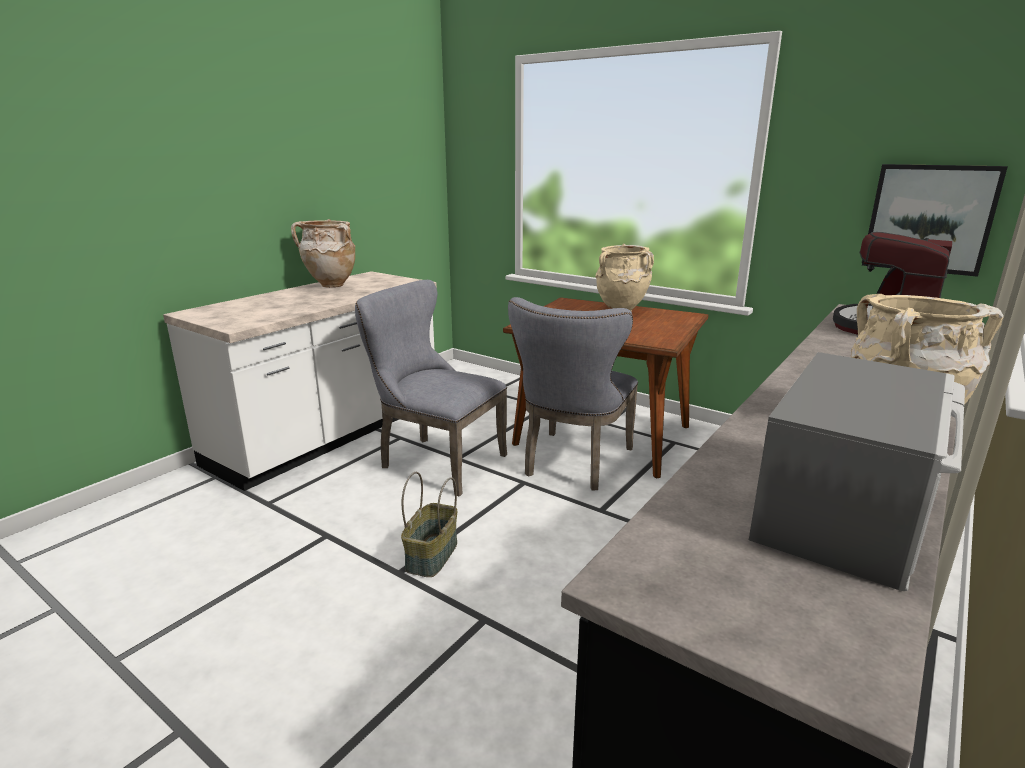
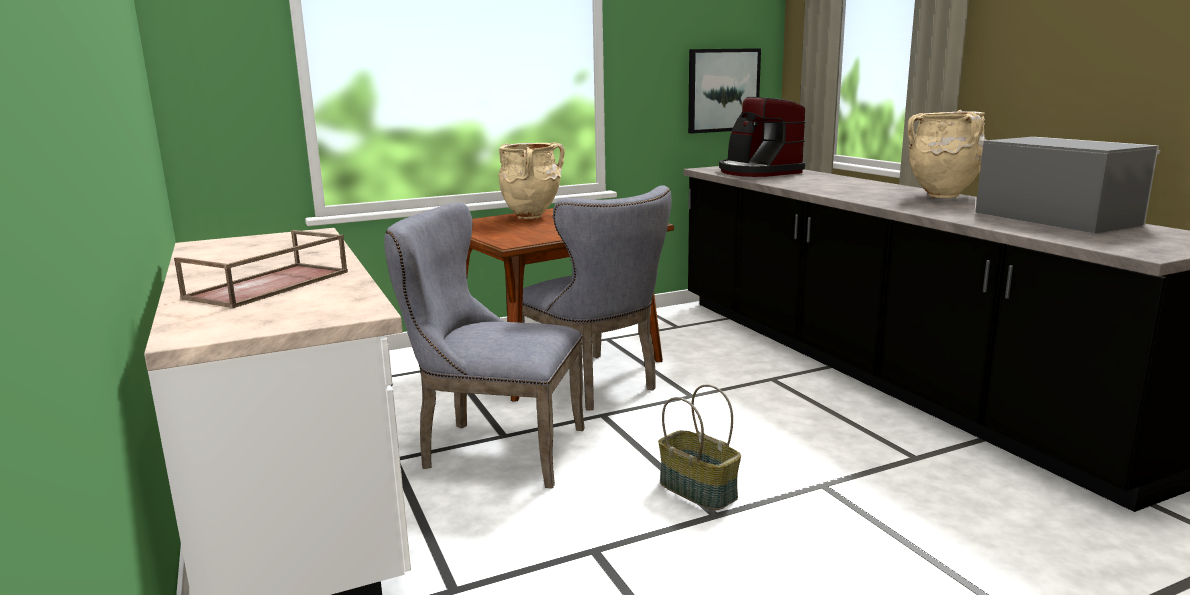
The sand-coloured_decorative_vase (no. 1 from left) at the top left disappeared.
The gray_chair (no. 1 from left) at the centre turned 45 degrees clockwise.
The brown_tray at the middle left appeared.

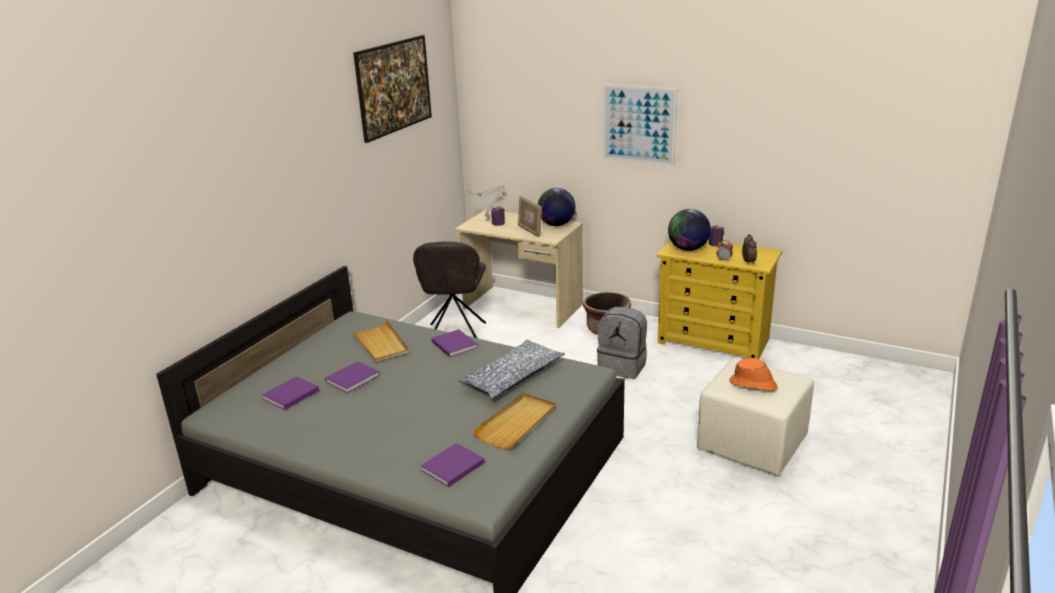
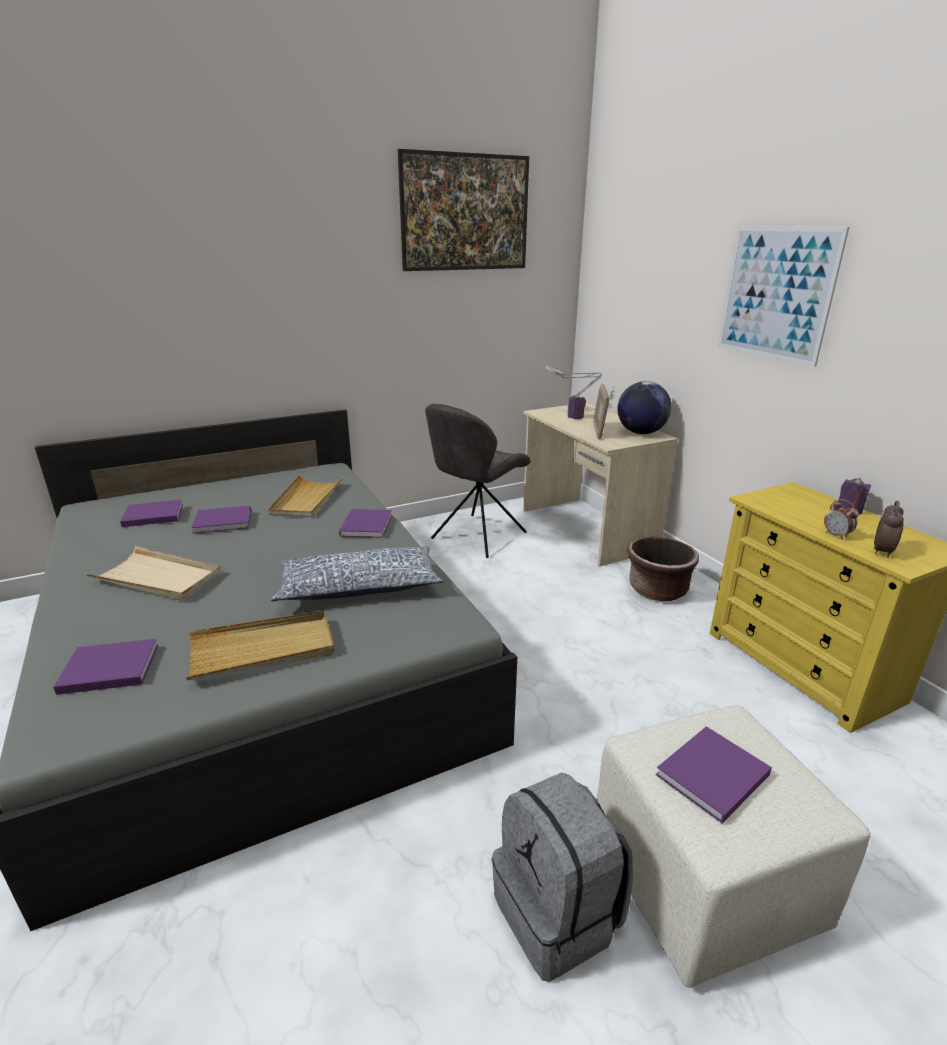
The world_globe (no. 2 from left) at the centre disappeared.
The gray_rucksack moved from the centre to the bottom centre.
The orangey_clothing_hat at the middle right was replaced by the purplish_book (no. 5 from left) at the bottom right.
The sand-coloured_tray (no. 1 from left) at the middle left appeared.

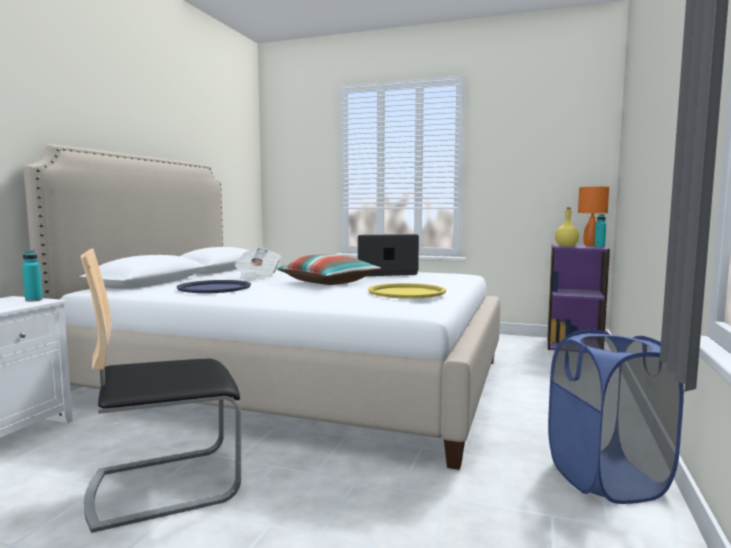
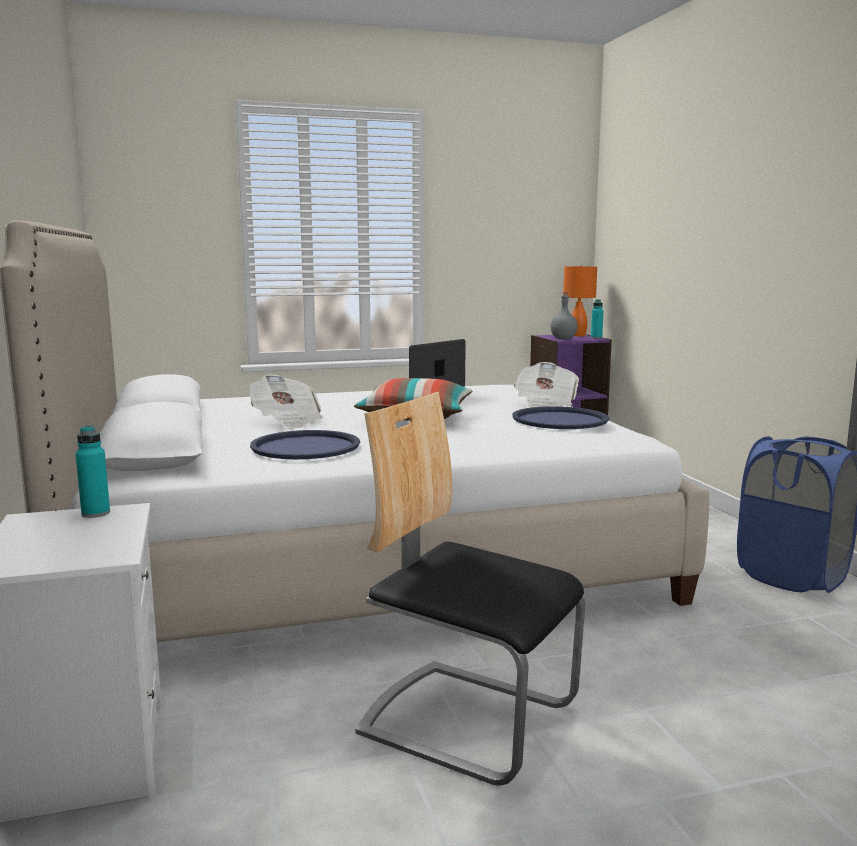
The yellow-coloured_bottle at the middle right became the gray_bottle at the centre.
The chair at the bottom left turned 90 degrees clockwise.
The yellow-coloured_tray at the centre became the blue_tray (no. 2 from left) at the centre.
The newspaper (no. 2 from left) at the centre appeared.

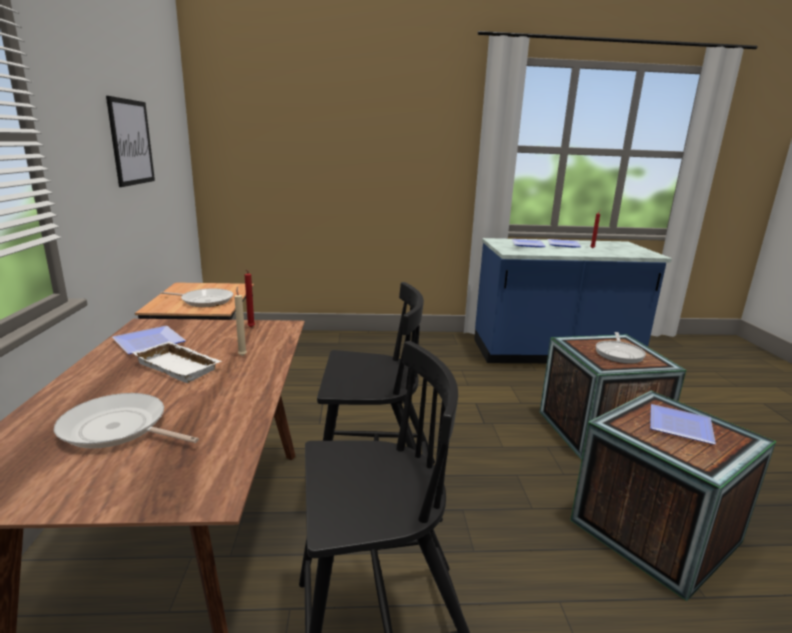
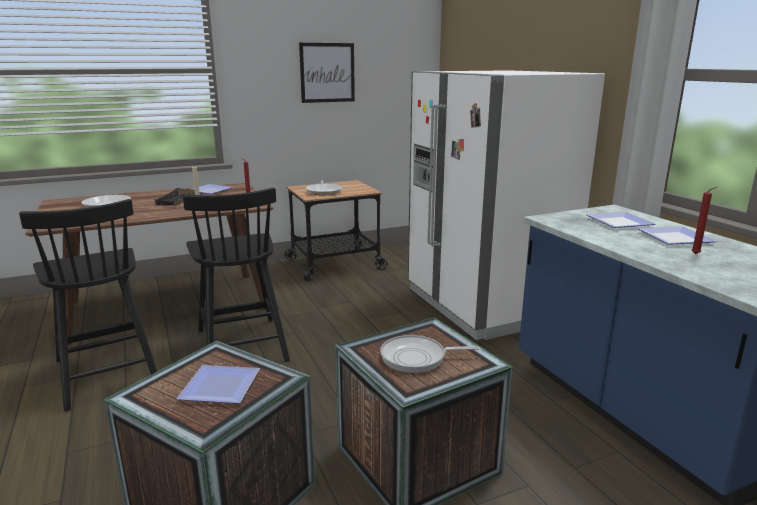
The white_tray at the middle left became the black-coloured_tray at the middle left.
The white_fridge at the middle right appeared.

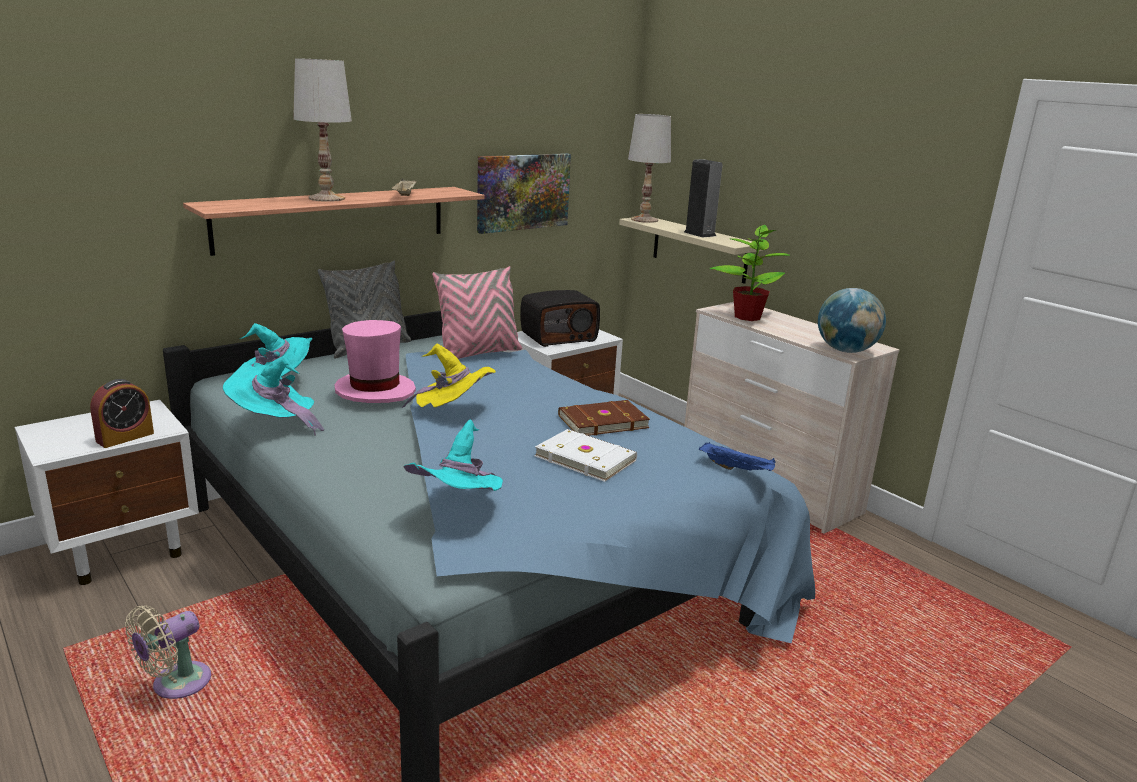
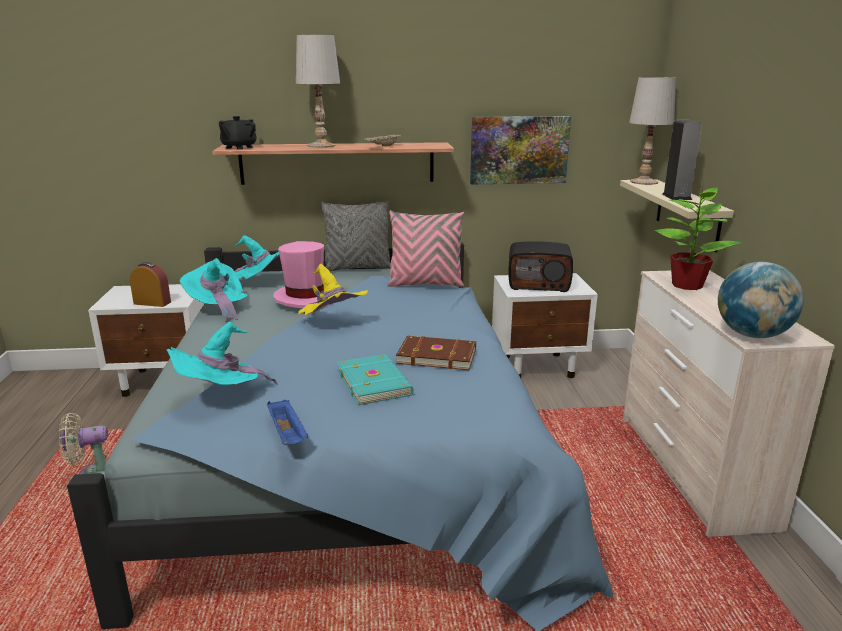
The alarm_clock at the middle left turned 150 degrees counterclockwise.
The white_book at the centre became the turquoise-coloured_book at the centre.
The blue_tray moved from the centre to the bottom centre.
The black-coloured_tea_pot at the top left appeared.

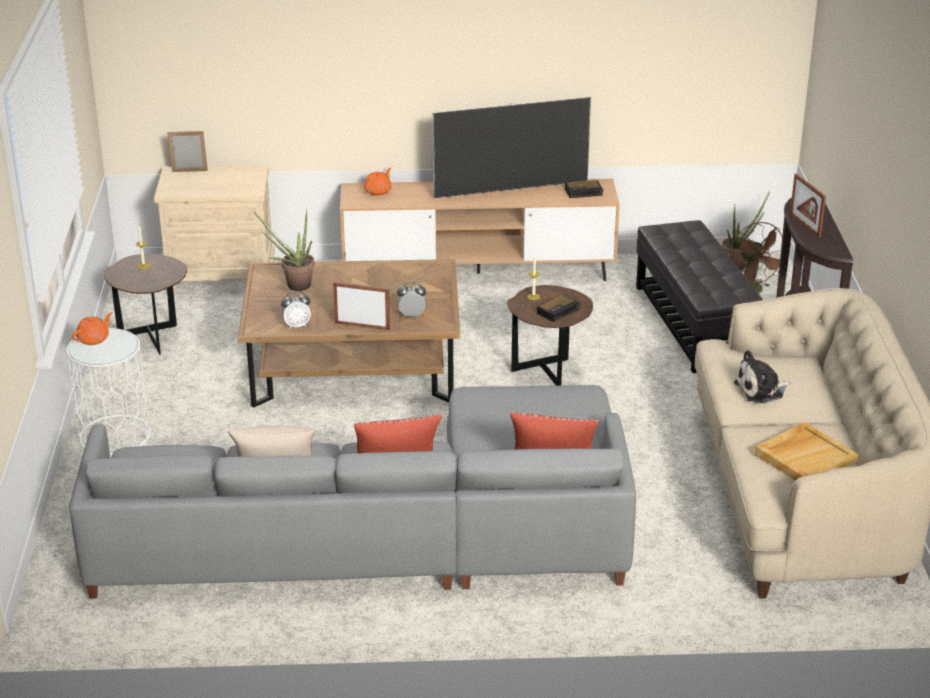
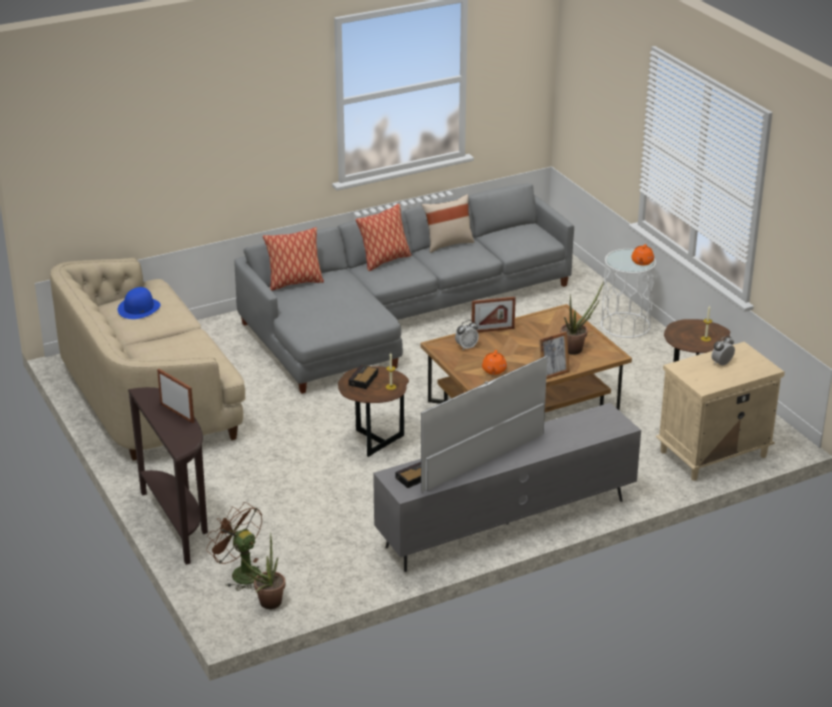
The picture_frame (no. 1 from left in the first image) moved from the top left to the centre.
The orangey_tea_pot (no. 2 from left in the first image) moved from the top centre to the centre.
The brown_media_console at the top centre became the gray_media_console at the bottom centre.
The black-coloured_pouffe at the middle right disappeared.
The alarm_clock (no. 1 from left in the first image) moved from the middle left to the middle right.
The cuddly_toy at the middle right disappeared.
The sand-coloured_tray at the middle right was replaced by the blue_clothing_hat at the middle left.

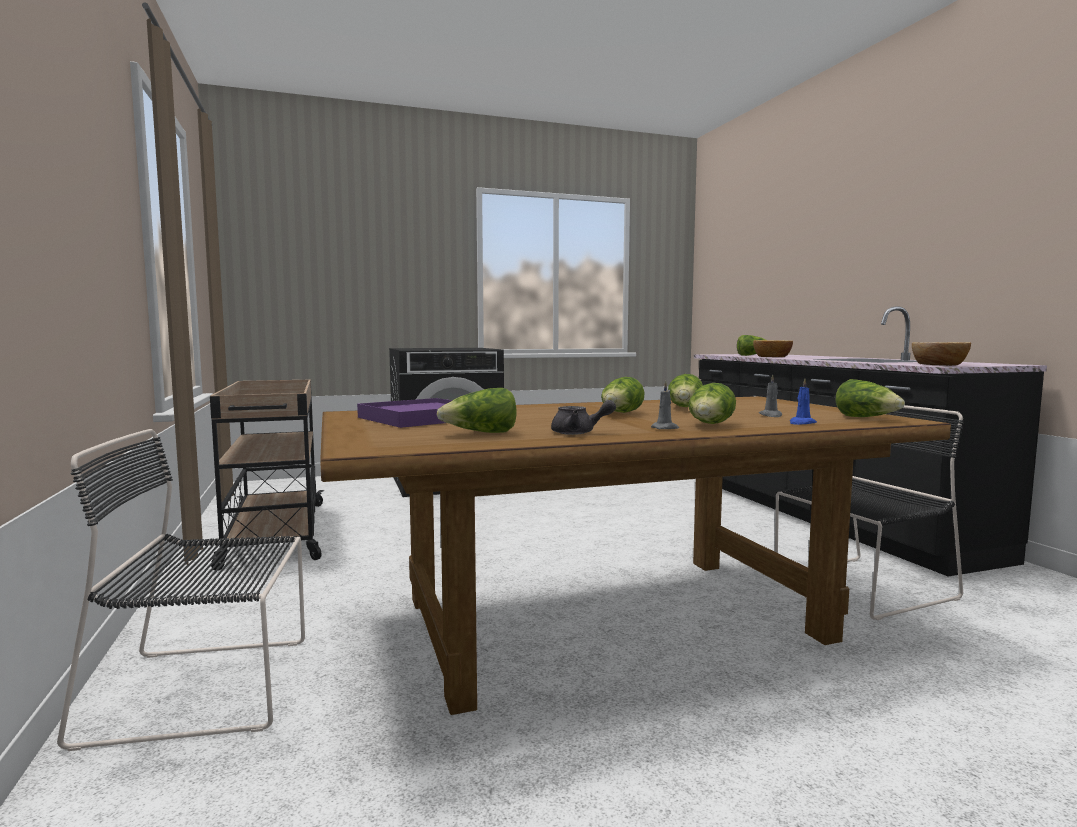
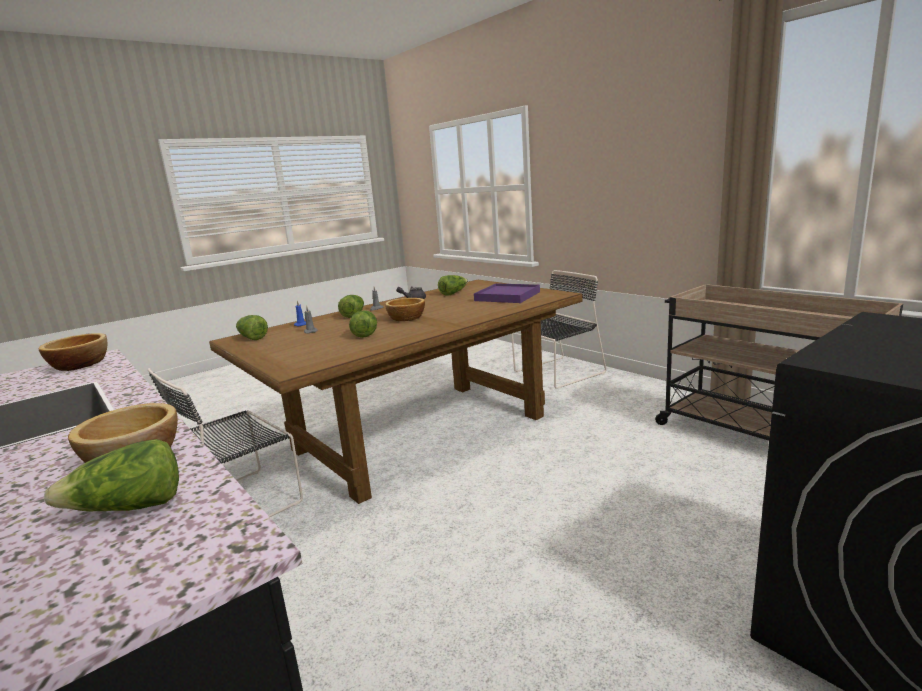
The lettuce_head (no. 2 from left) at the centre was replaced by the deep_dish (no. 3 from left) at the centre.

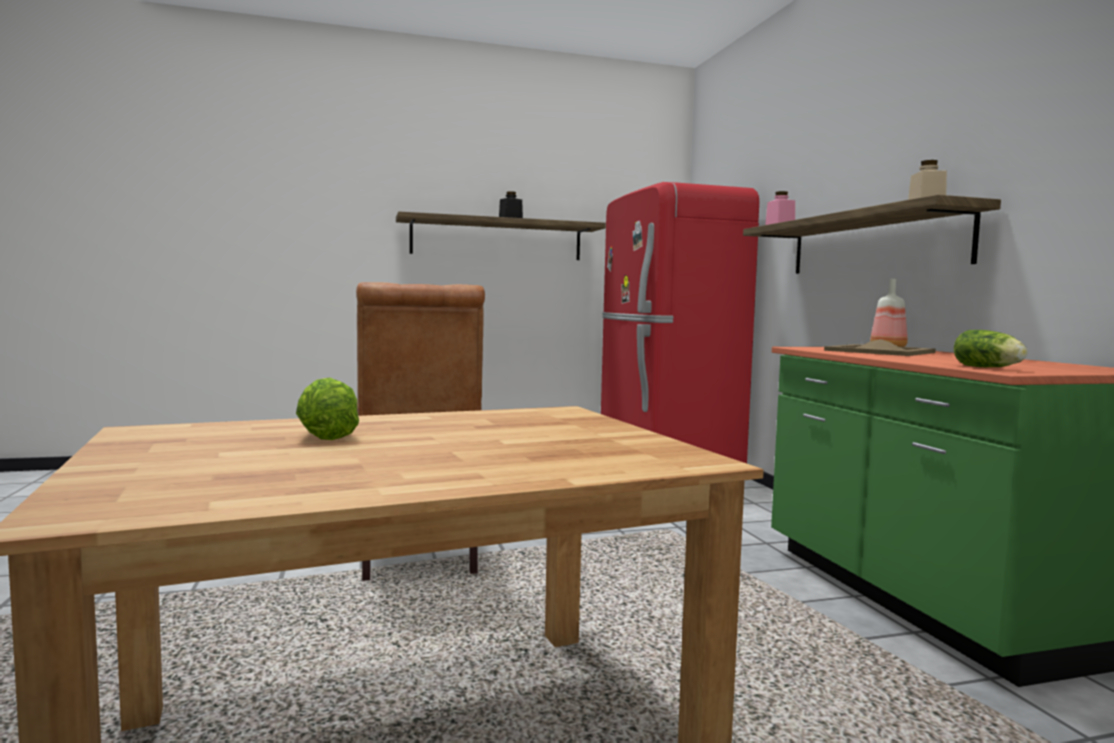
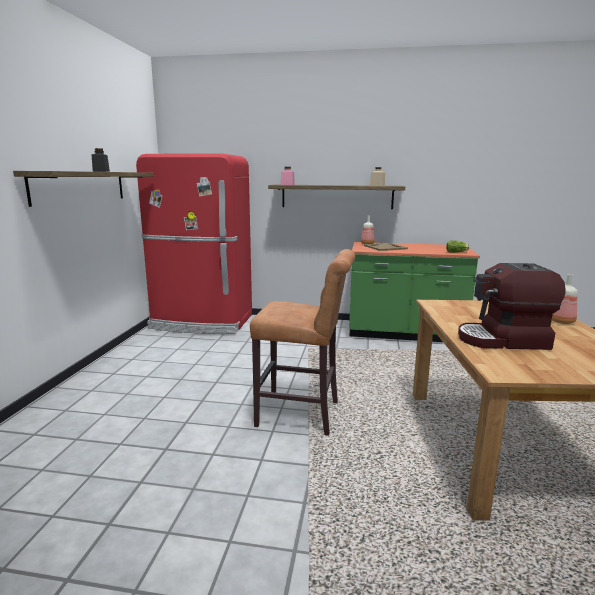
The lettuce_head (no. 1 from left) at the middle left was replaced by the coffee_machine at the middle right.
The bottle (no. 2 from left) at the middle right appeared.

